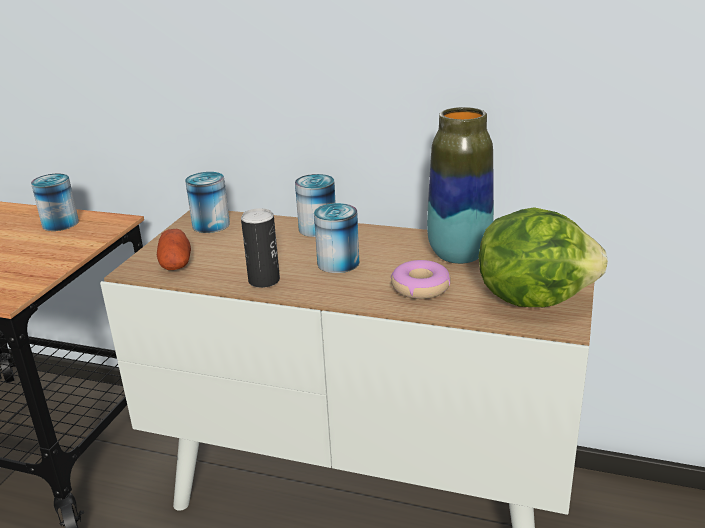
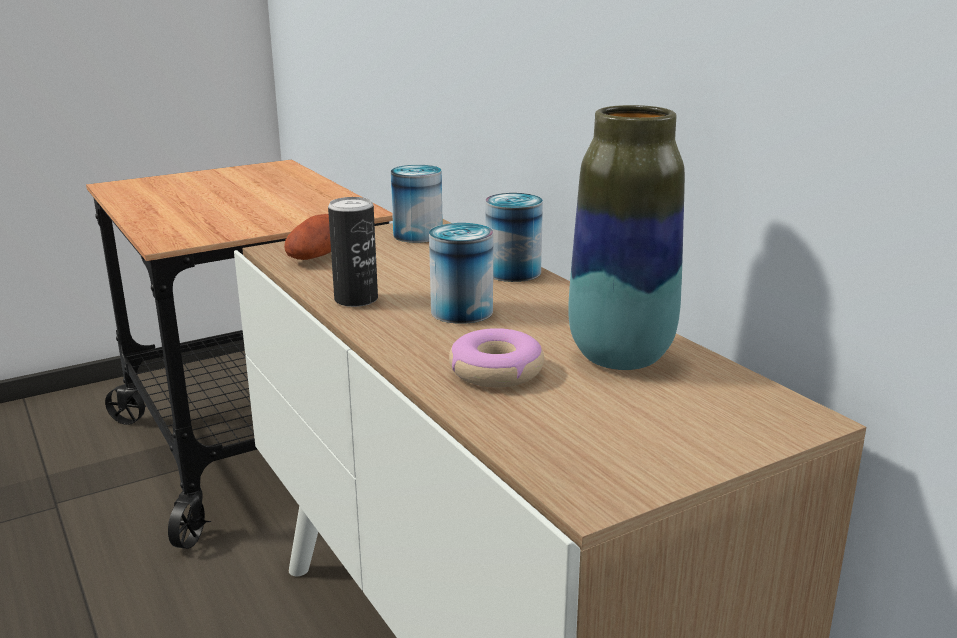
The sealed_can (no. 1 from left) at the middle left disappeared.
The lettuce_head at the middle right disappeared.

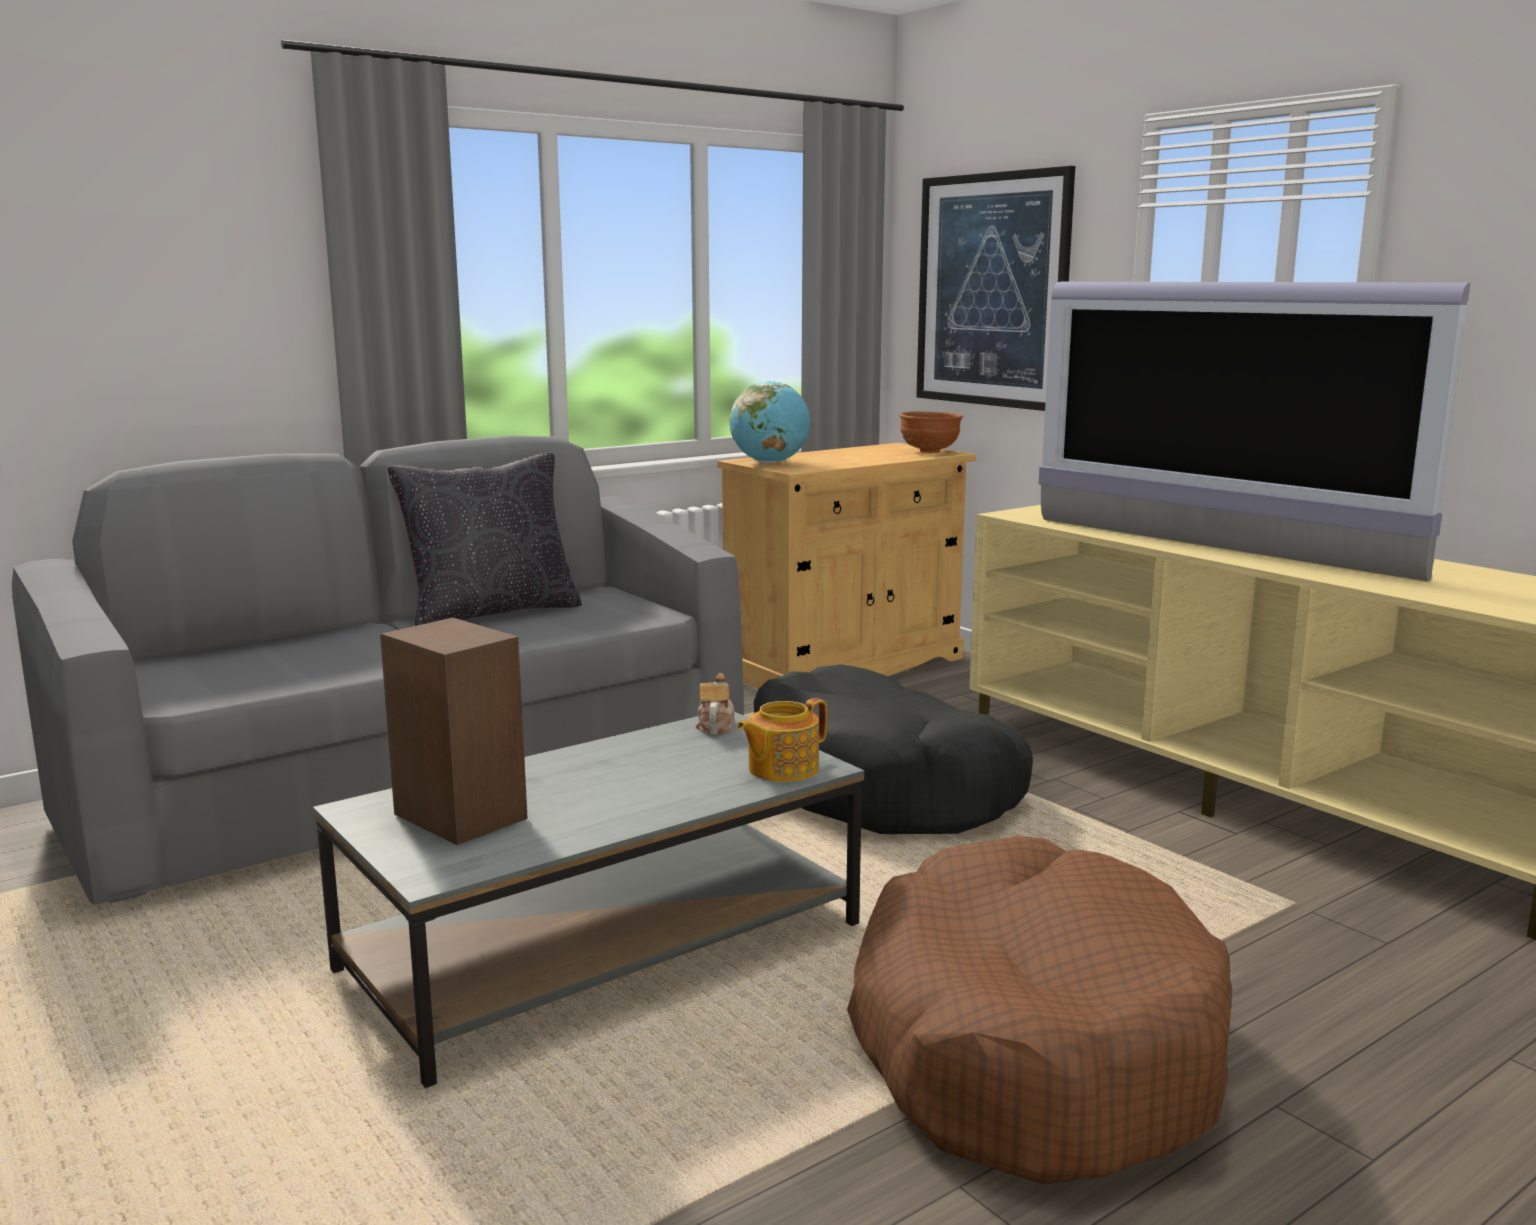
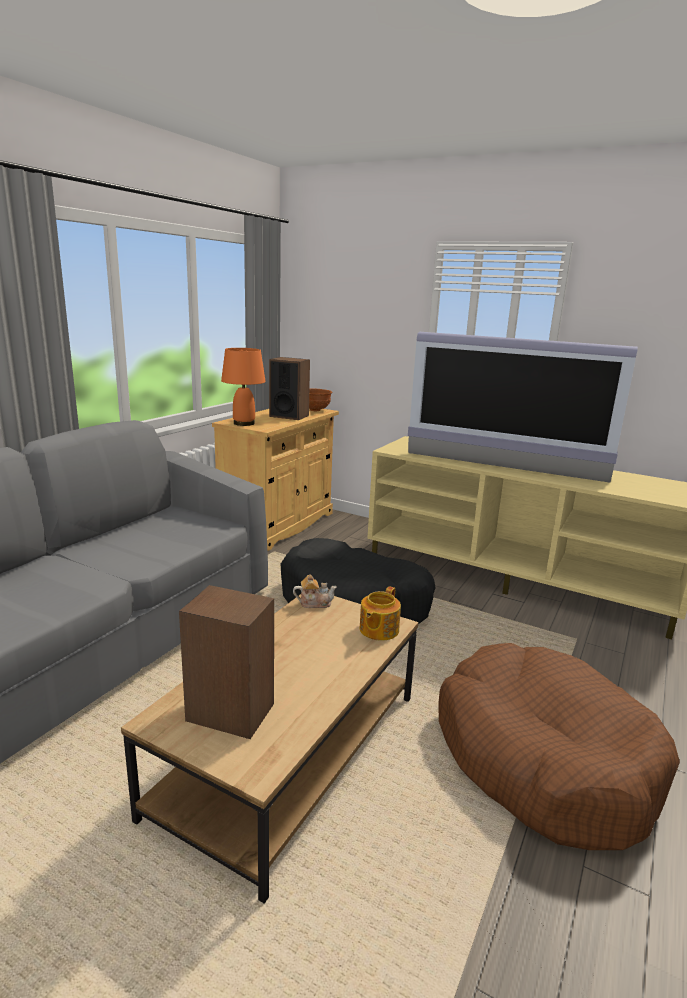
The wall_picture at the top centre disappeared.
The world_globe at the centre was replaced by the orangey_table_lamp at the centre.
The black-coloured_cushion at the middle left disappeared.
The tea_pot (no. 1 from left) at the centre turned 105 degrees clockwise.
The gray_coffee_table at the bottom centre became the brown_coffee_table at the bottom centre.
The loudspeaker (no. 2 from left) at the centre appeared.

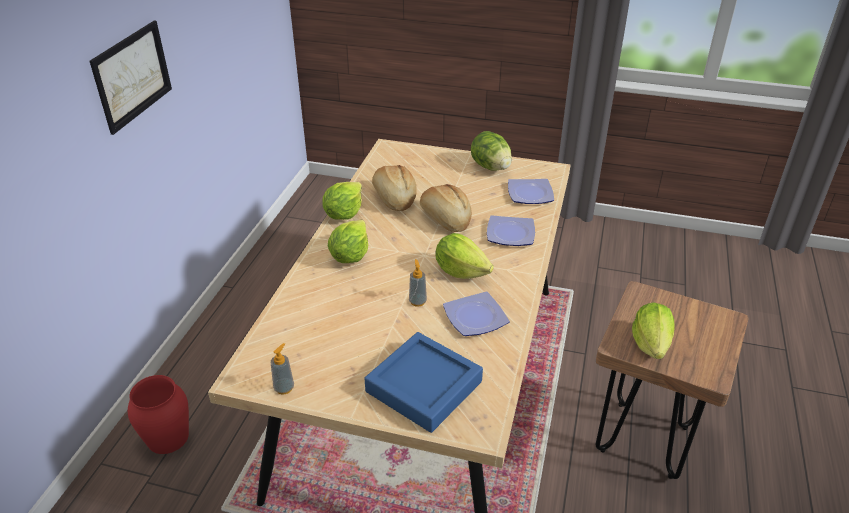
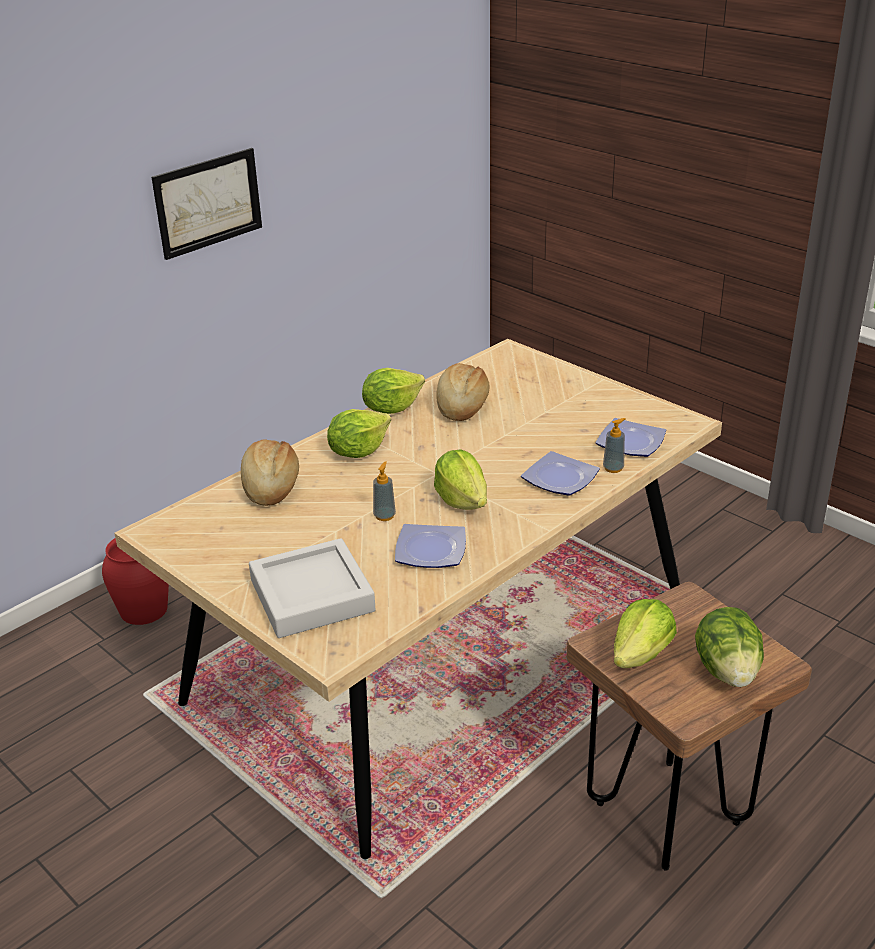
The lettuce_head (no. 4 from left in the first image) moved from the top centre to the bottom right.
The bakery_bread (no. 2 from left in the first image) moved from the centre to the middle left.
The blue_tray at the bottom centre became the gray_tray at the centre.
The liquid_soap_bottle (no. 1 from left in the first image) moved from the bottom left to the middle right.

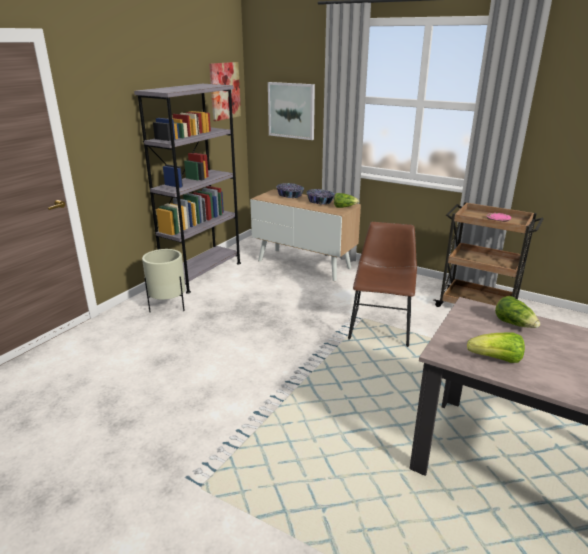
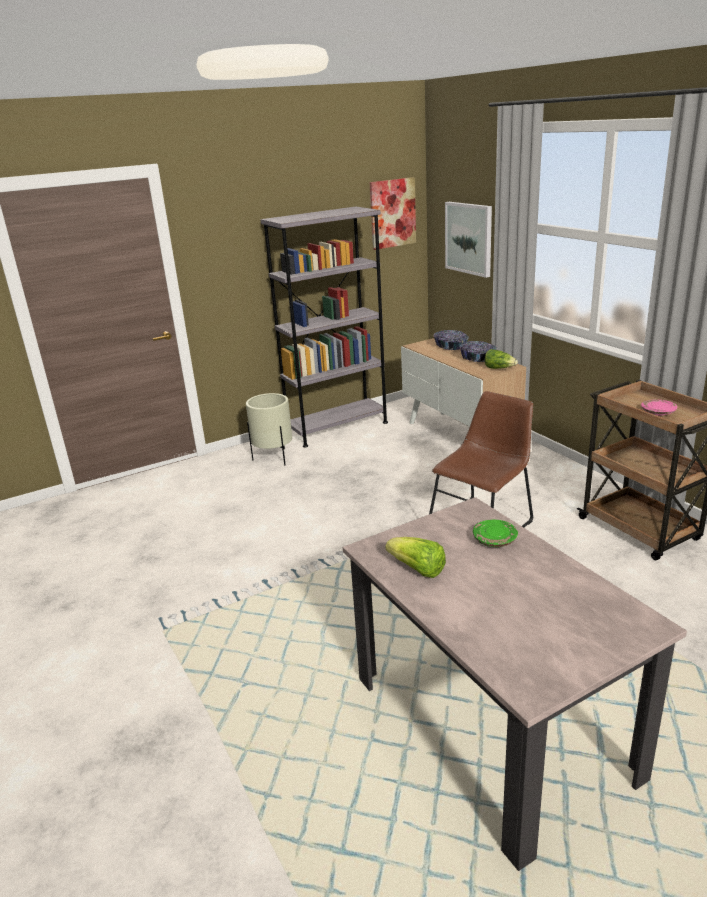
The lettuce_head (no. 3 from left) at the middle right was replaced by the green_flat_dish at the middle right.

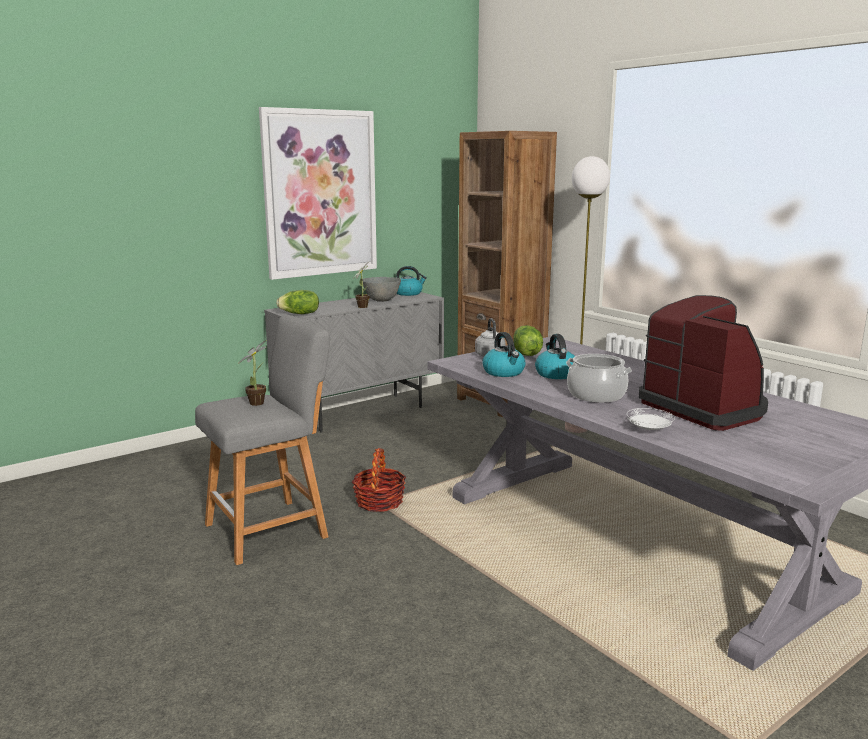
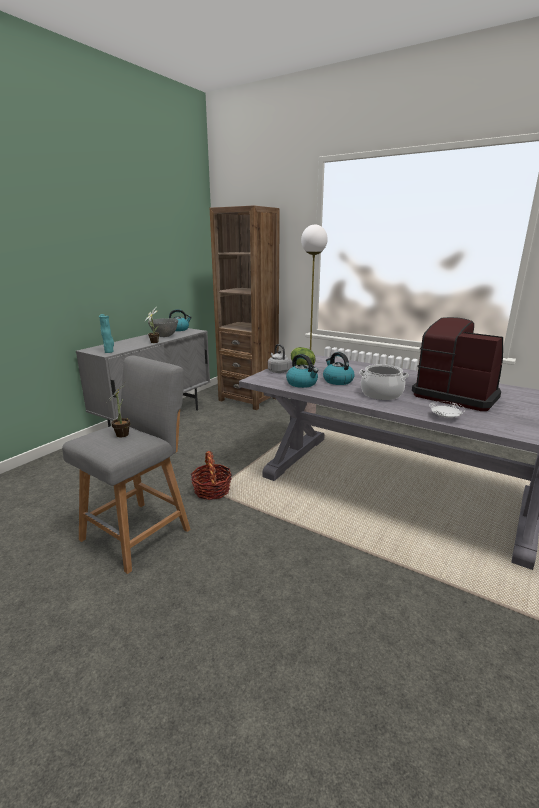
The wall_picture at the top centre disappeared.
The lettuce_head (no. 1 from left) at the centre was replaced by the turquoise-coloured_decorative_vase at the middle left.

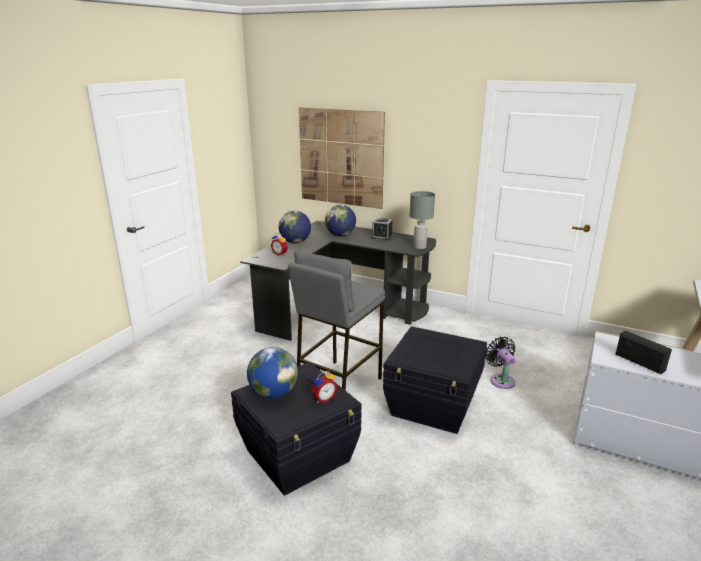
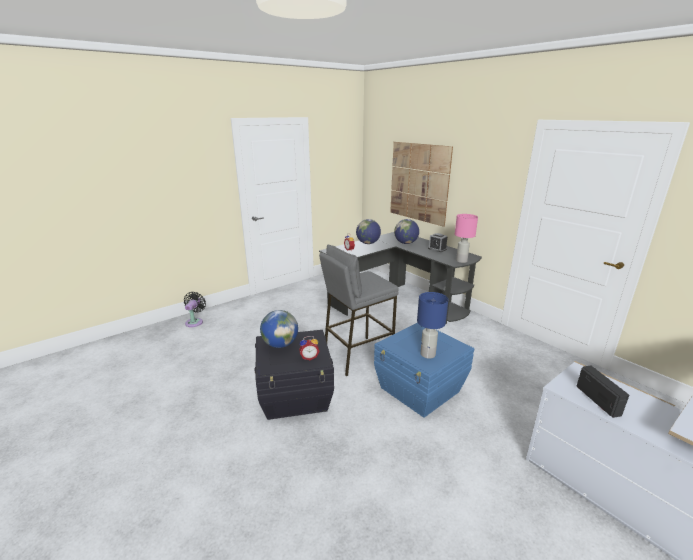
The gray_table_lamp at the centre became the pinkish_table_lamp at the middle right.
The black-coloured_storage_box (no. 2 from left) at the bottom centre became the blue_storage_box at the centre.
The black-coloured_cooling_fan moved from the middle right to the middle left.
The blue_table_lamp at the centre appeared.

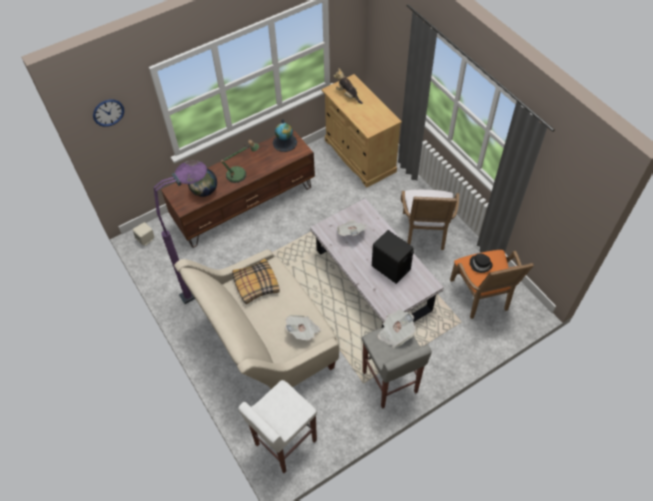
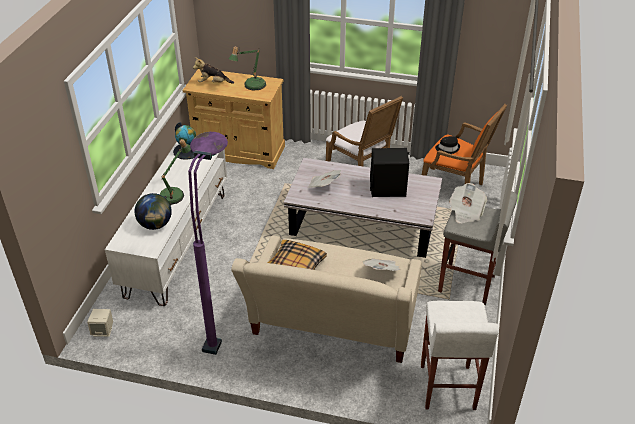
The wall_clock at the top left disappeared.
The brown_media_console at the centre became the white_media_console at the middle left.
The table_lamp (no. 2 from left) at the top centre appeared.

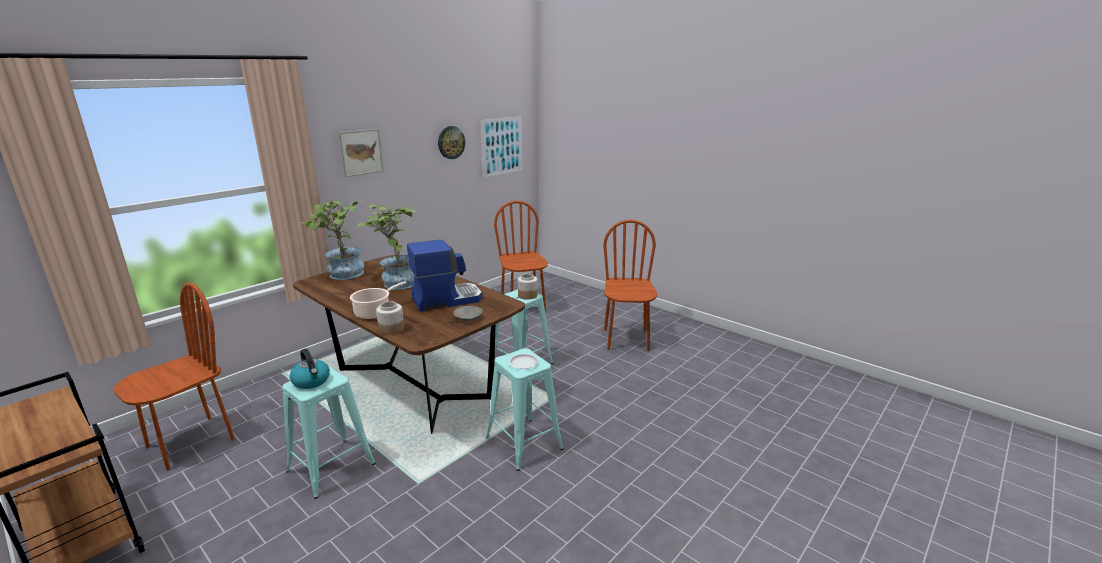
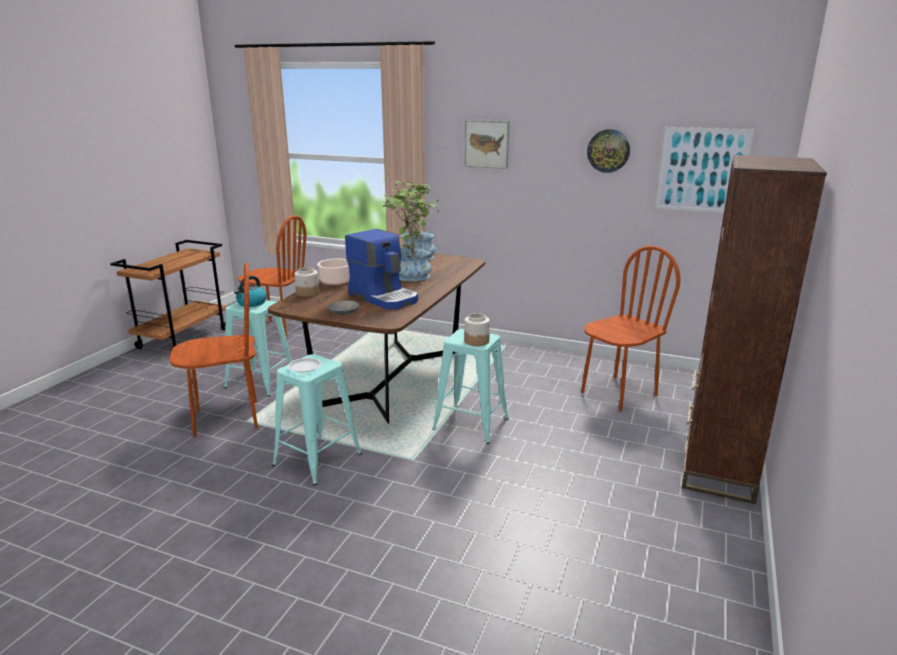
The brown_chair (no. 3 from left in the first image) moved from the centre to the middle left.
The brown_bookcase at the middle right appeared.

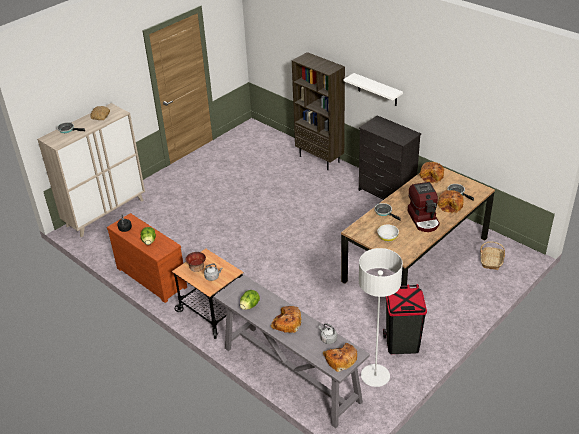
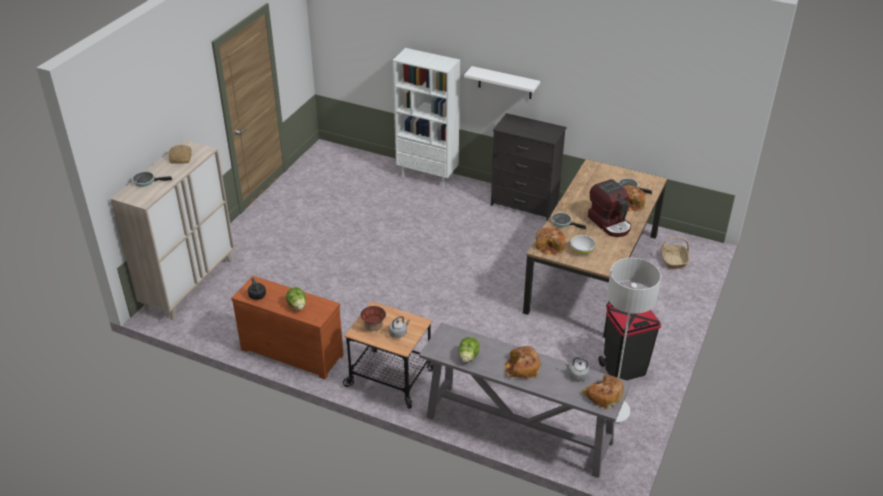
The brown_bookcase at the top centre became the white_bookcase at the top centre.
The bakery_bread (no. 4 from left in the first image) moved from the middle right to the centre.

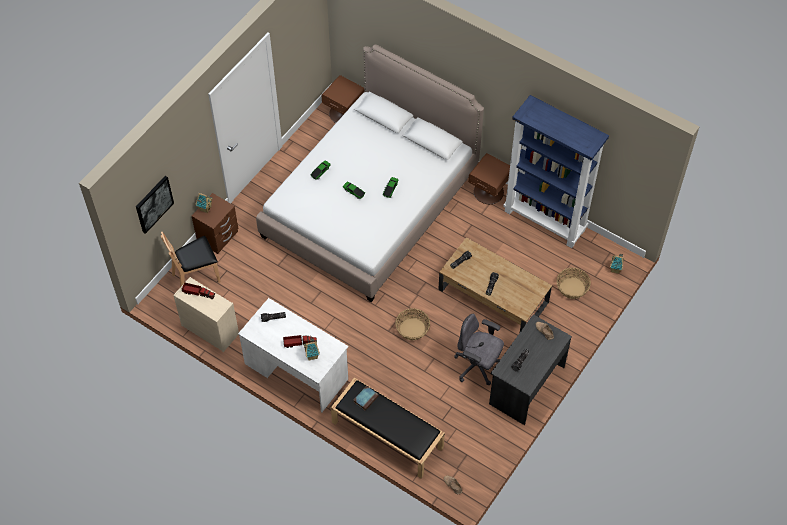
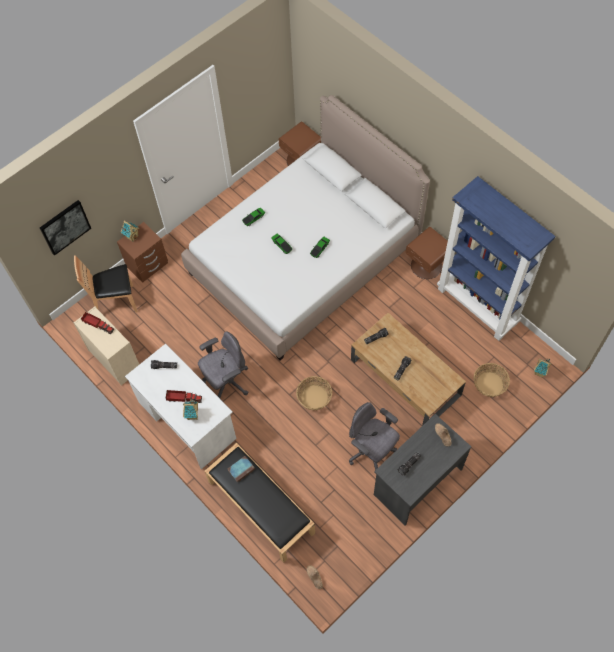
The gray_computer_chair (no. 1 from left) at the centre appeared.

